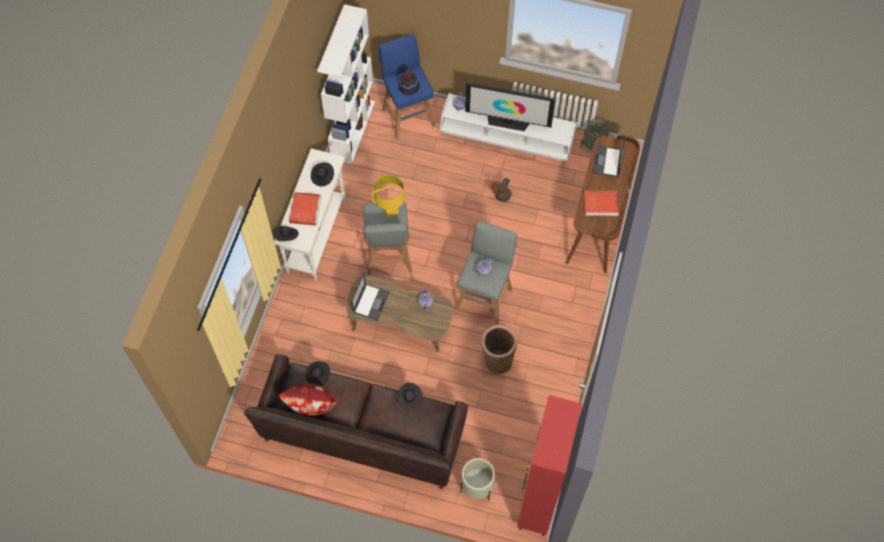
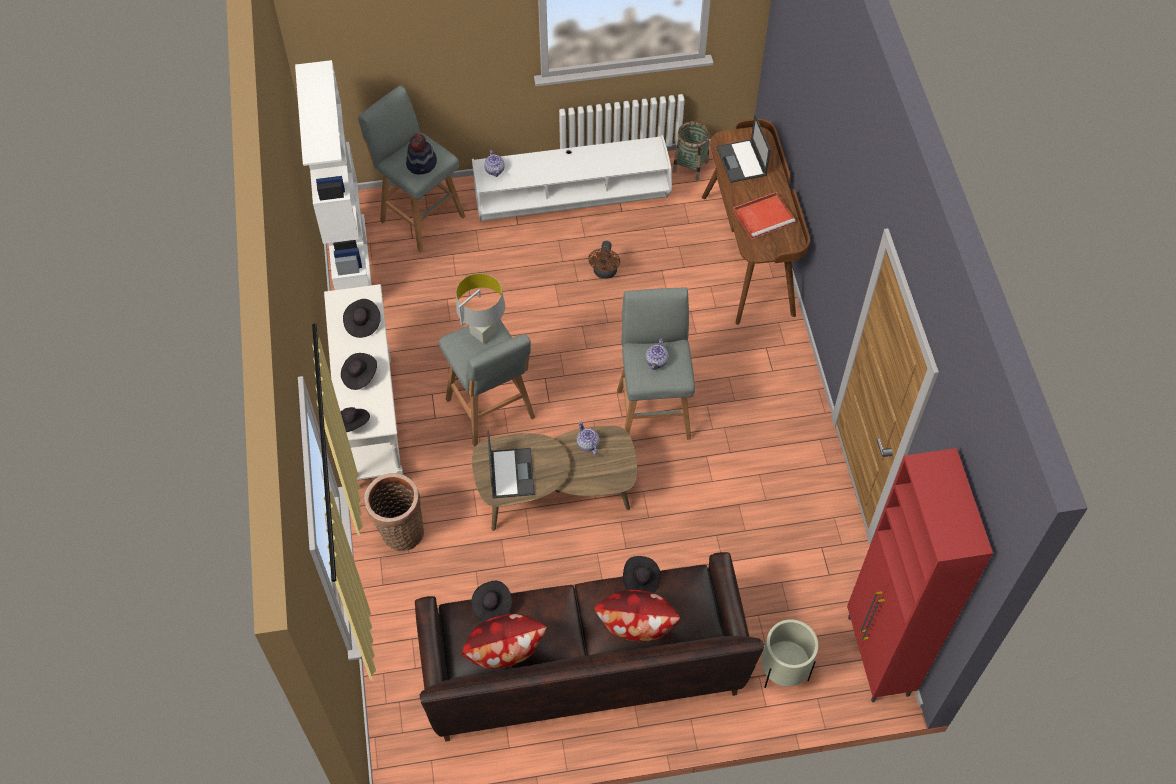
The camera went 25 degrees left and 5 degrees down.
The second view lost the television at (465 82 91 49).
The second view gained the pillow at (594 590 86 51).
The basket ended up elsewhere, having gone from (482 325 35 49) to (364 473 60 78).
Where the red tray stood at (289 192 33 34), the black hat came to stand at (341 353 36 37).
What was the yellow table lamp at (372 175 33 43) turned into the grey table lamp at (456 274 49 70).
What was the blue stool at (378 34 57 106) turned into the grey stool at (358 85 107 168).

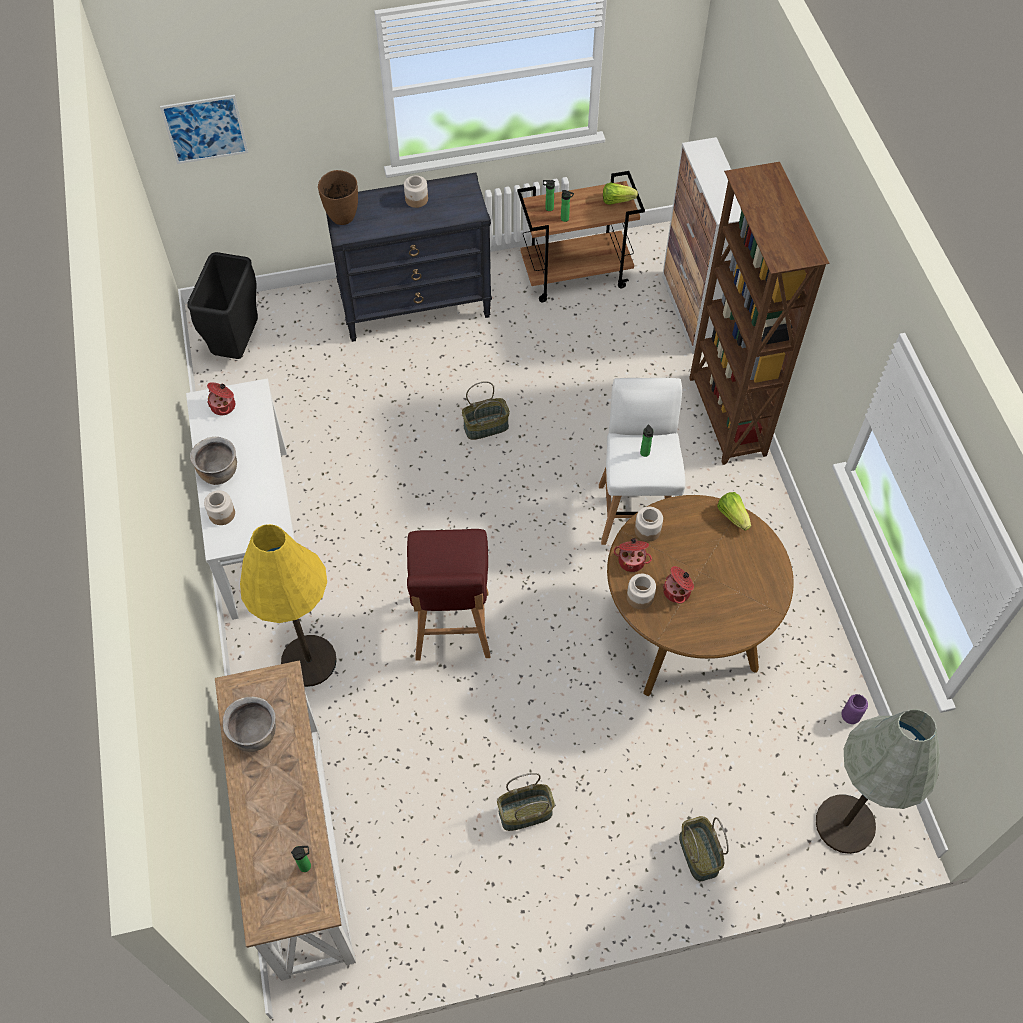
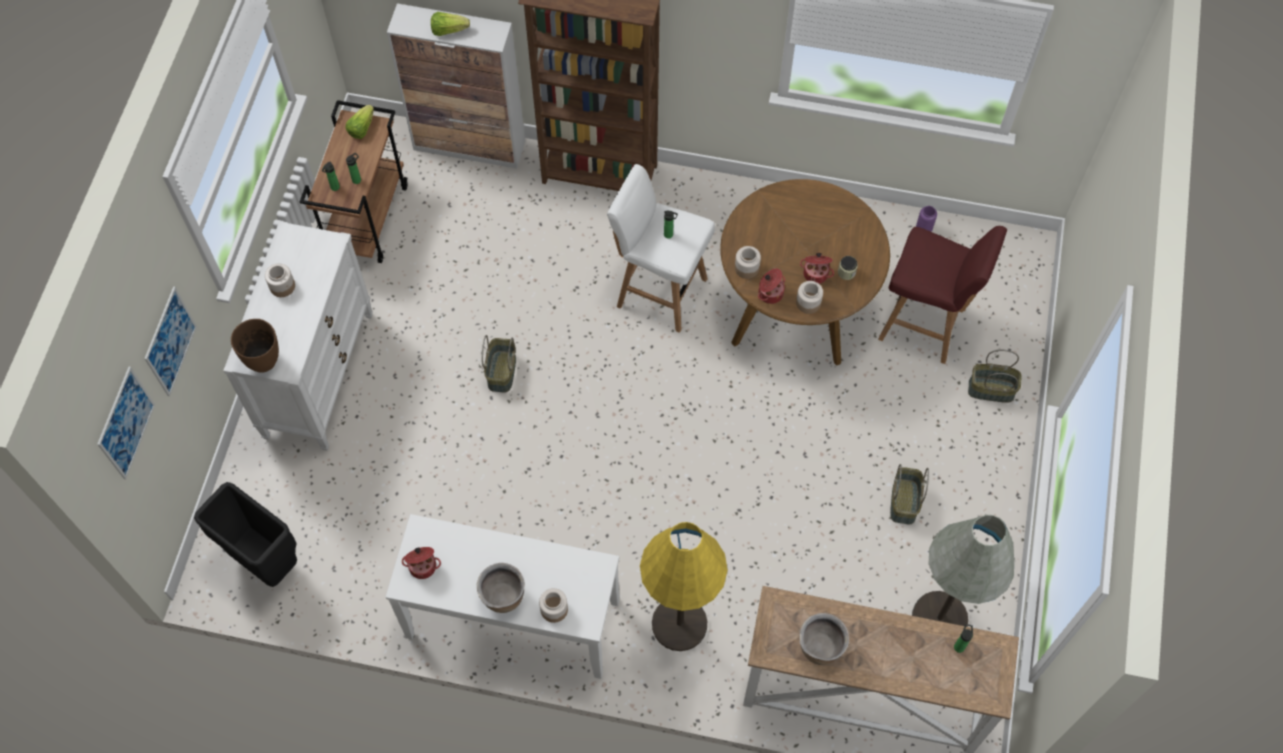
The camera went 65 degrees left and 5 degrees up.
The second view gained the picture at (144 286 53 110).
The second view gained the jar at (838 256 20 24).
The red stool ended up elsewhere, having gone from (407 529 83 132) to (878 226 129 138).
The lettuce ended up elsewhere, having gone from (717 492 34 39) to (431 12 39 24).
The grey floor lamp ended up elsewhere, having gone from (816 709 124 145) to (912 515 102 112).
What was the black dresser at (326 173 166 169) turned into the white dresser at (223 221 150 230).

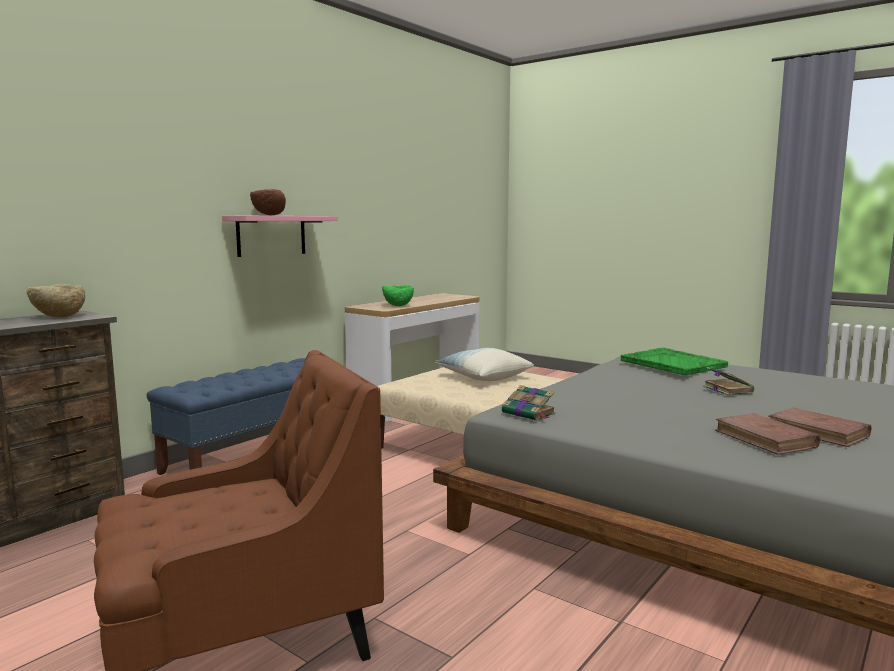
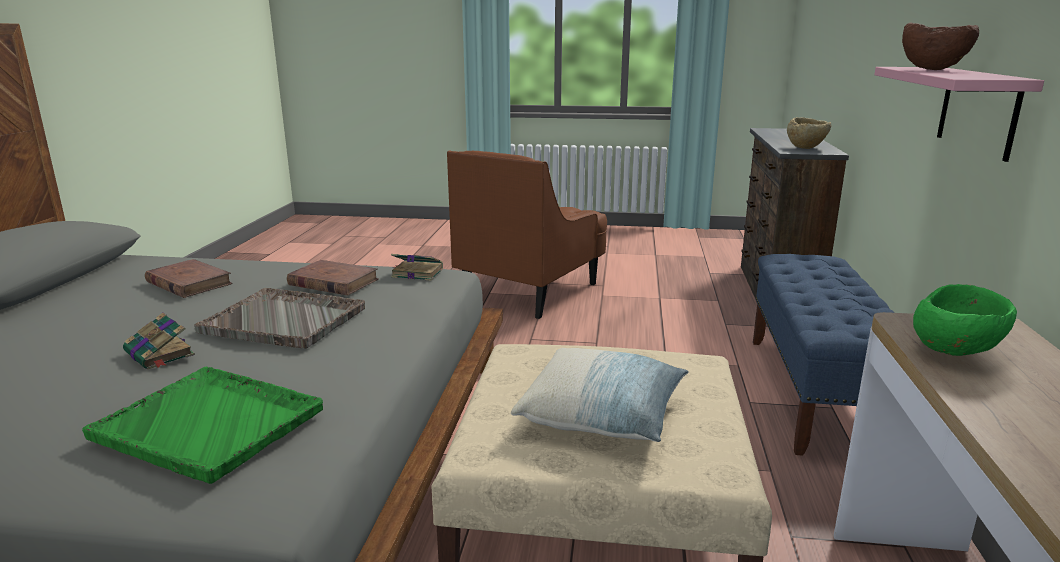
The camera went 150 degrees right and 10 degrees up.
The second view gained the grey tray at (194 288 171 61).
The brown book ended up elsewhere, having gone from (769 407 102 40) to (287 260 92 36).

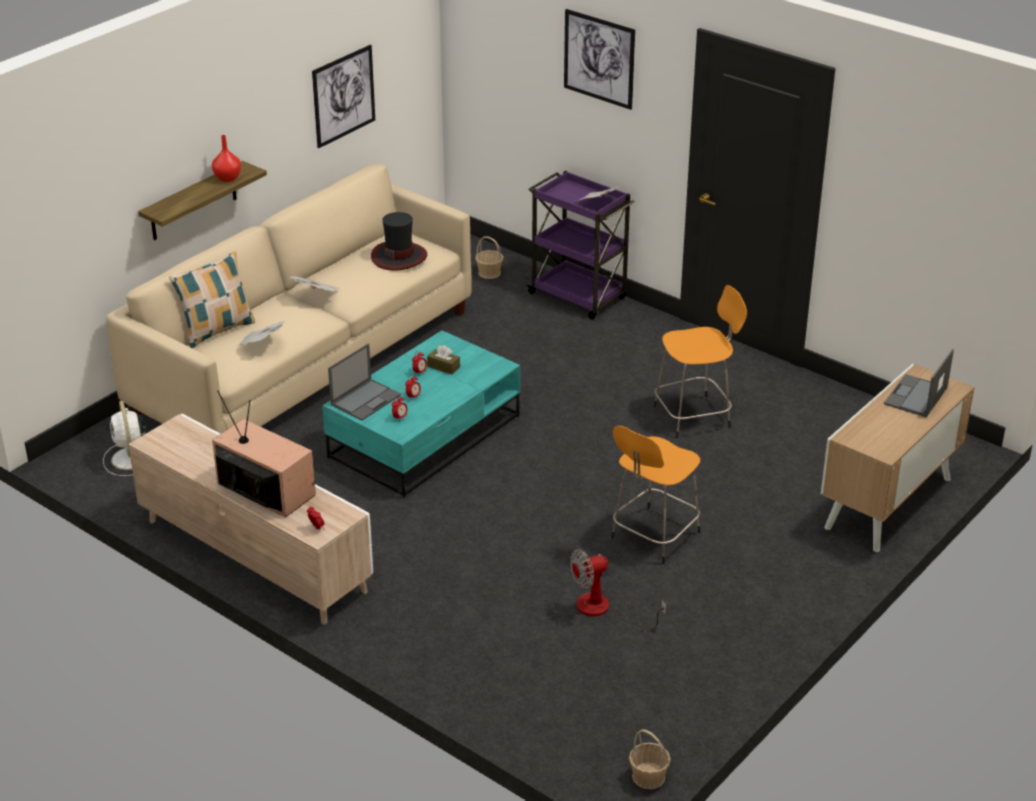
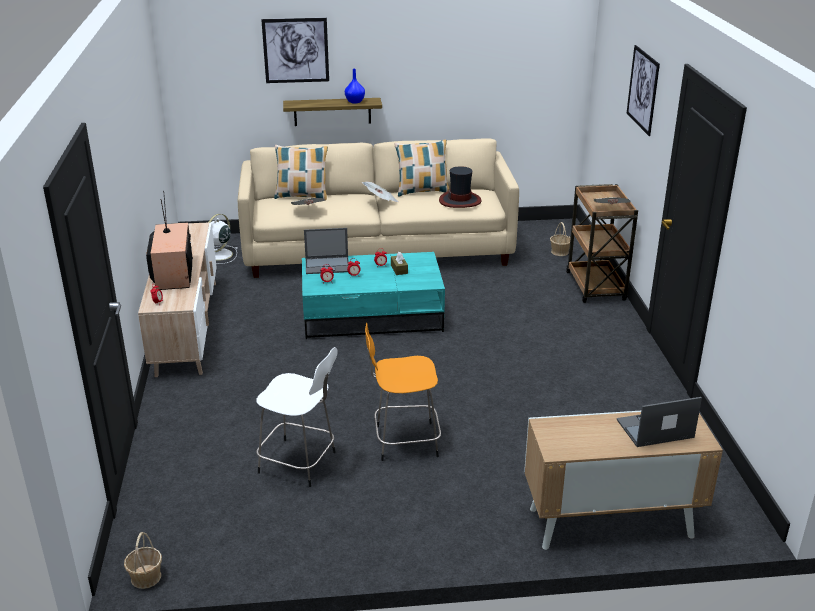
The camera went 45 degrees right and 5 degrees down.
The second view lost the orange stool at (653 285 94 153).
The second view gained the pillow at (394 140 55 57).
The picture ended up elsewhere, having gone from (312 45 63 103) to (261 18 68 65).
Where the fan stood at (570 549 96 82), the white stool came to stand at (256 347 82 140).
What was the red vase at (212 135 29 47) turned into the blue vase at (345 69 20 35).
What was the purple cart at (526 171 109 148) turned into the brown cart at (566 184 72 119).

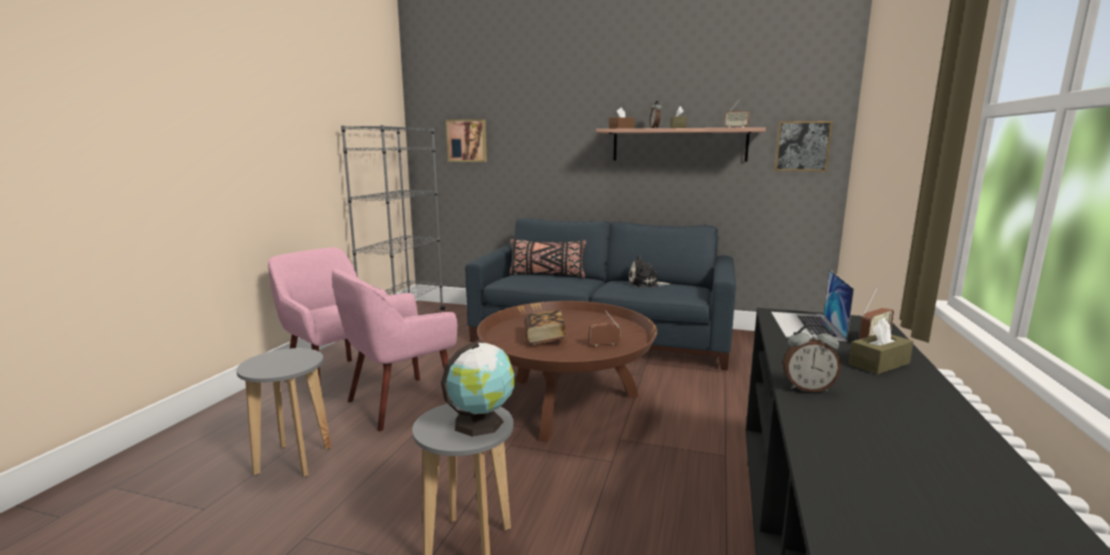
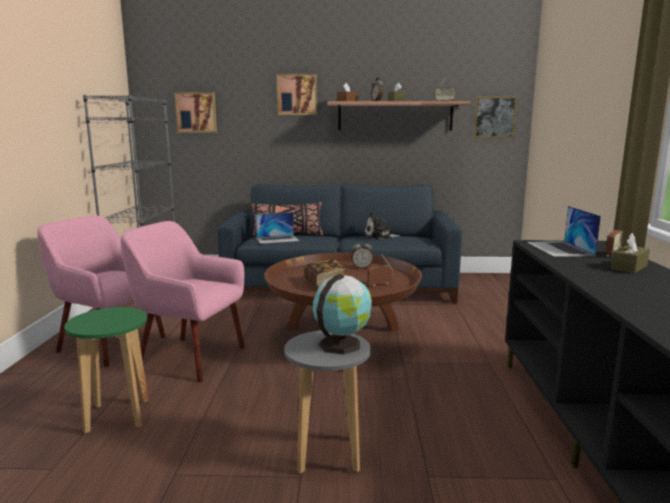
The camera went 15 degrees left and 0 degrees up.
The second view gained the laptop at (255 212 45 32).
The second view gained the picture at (277 74 40 41).
The alarm clock ended up elsewhere, having gone from (783 323 58 69) to (351 240 22 29).
What was the grey stool at (236 348 95 129) turned into the green stool at (64 307 85 127).
The pink armchair at (332 269 125 162) ended up facing another way, 75 degrees clockwise from before.

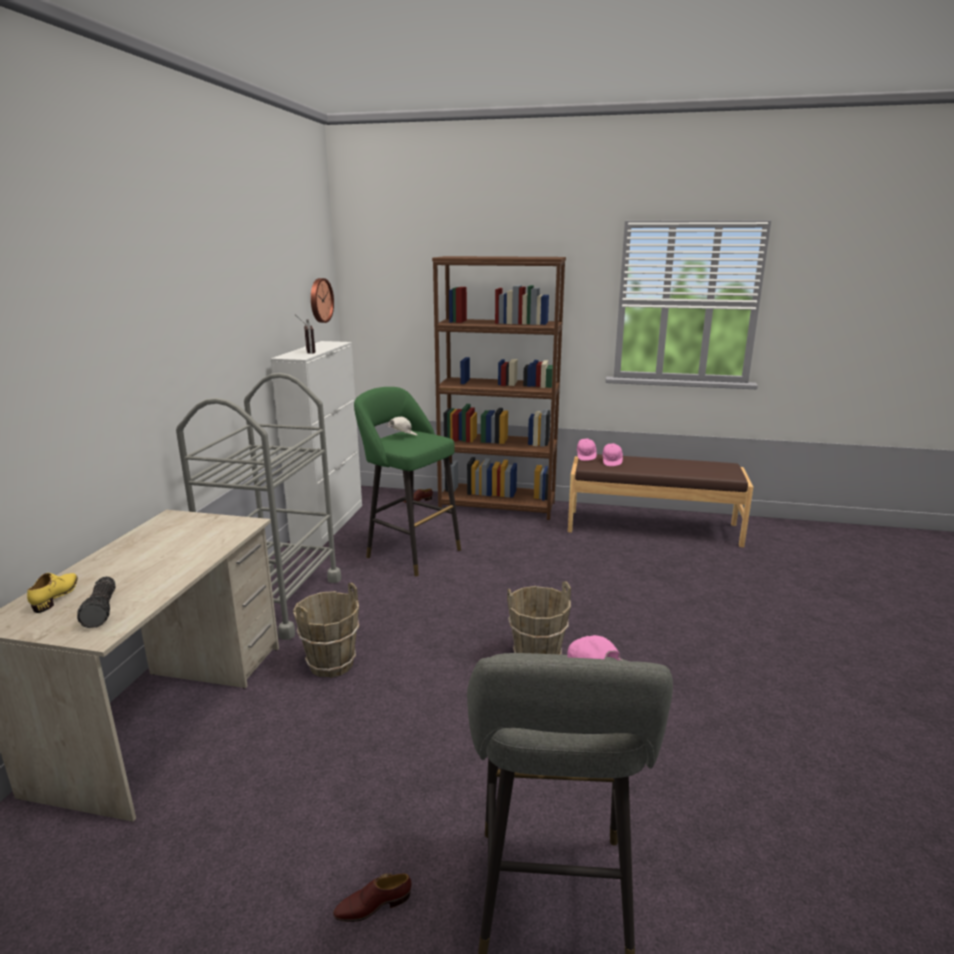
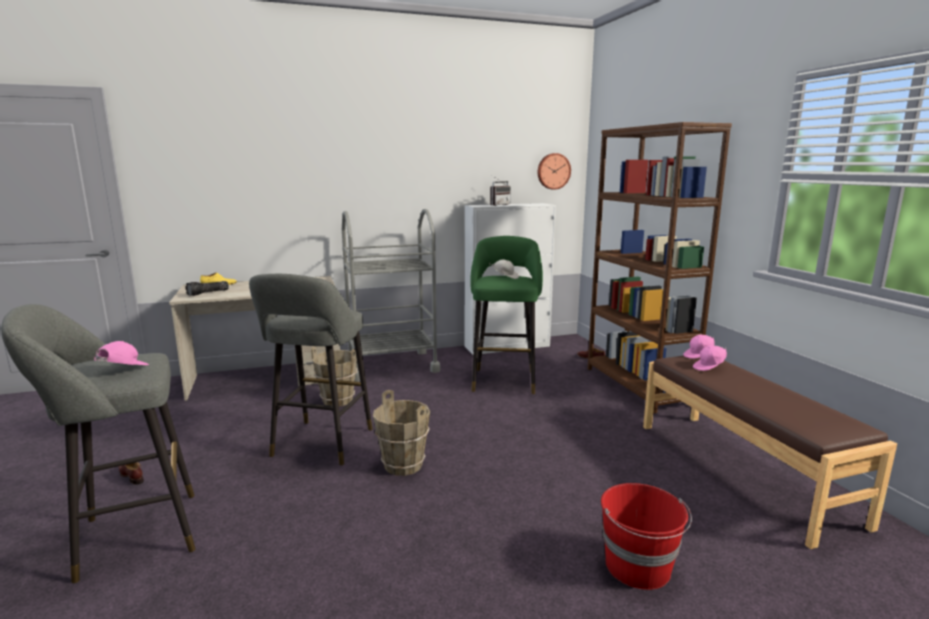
The camera went 60 degrees right and 5 degrees down.
The second view gained the grey stool at (249 274 124 191).
The second view gained the red bucket at (601 483 91 107).

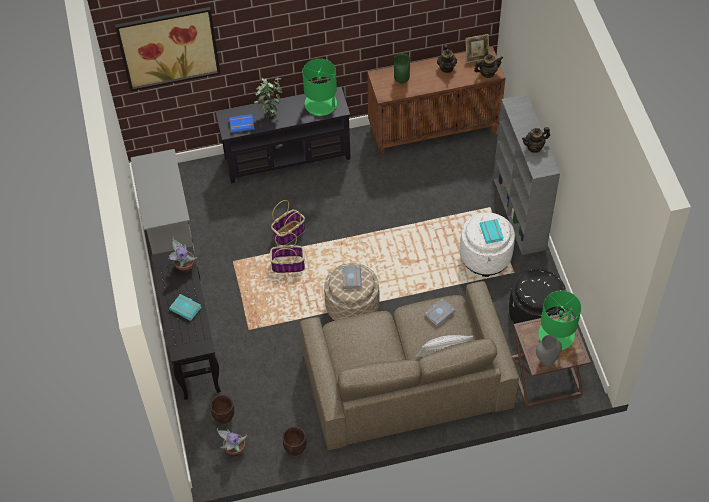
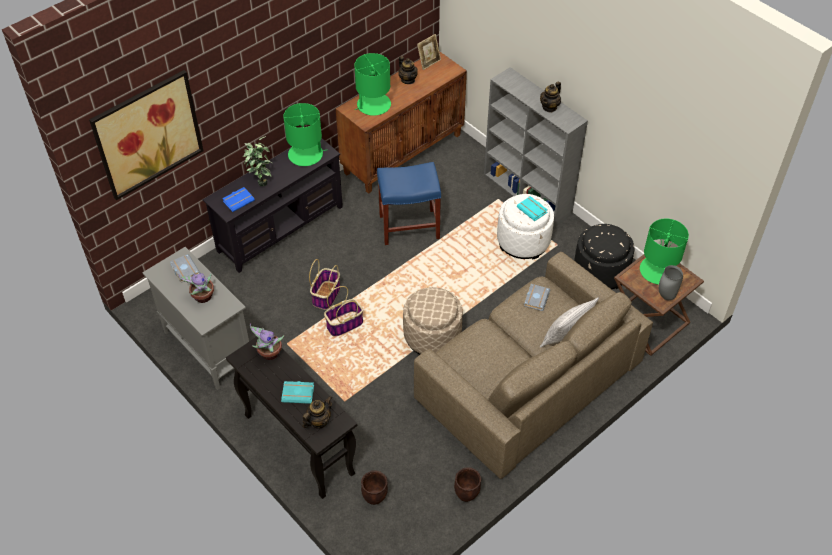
The camera went 30 degrees left and 5 degrees down.
The second view gained the blue stool at (377 162 64 83).
The potted plant ended up elsewhere, having gone from (217 428 30 28) to (179 273 35 30).
The grey book ended up elsewhere, having gone from (342 265 20 24) to (170 254 30 29).
The teapot ended up elsewhere, having gone from (474 54 29 24) to (302 396 30 33).
Where the green vase stood at (394 53 16 31), the green table lamp came to stand at (354 53 37 63).

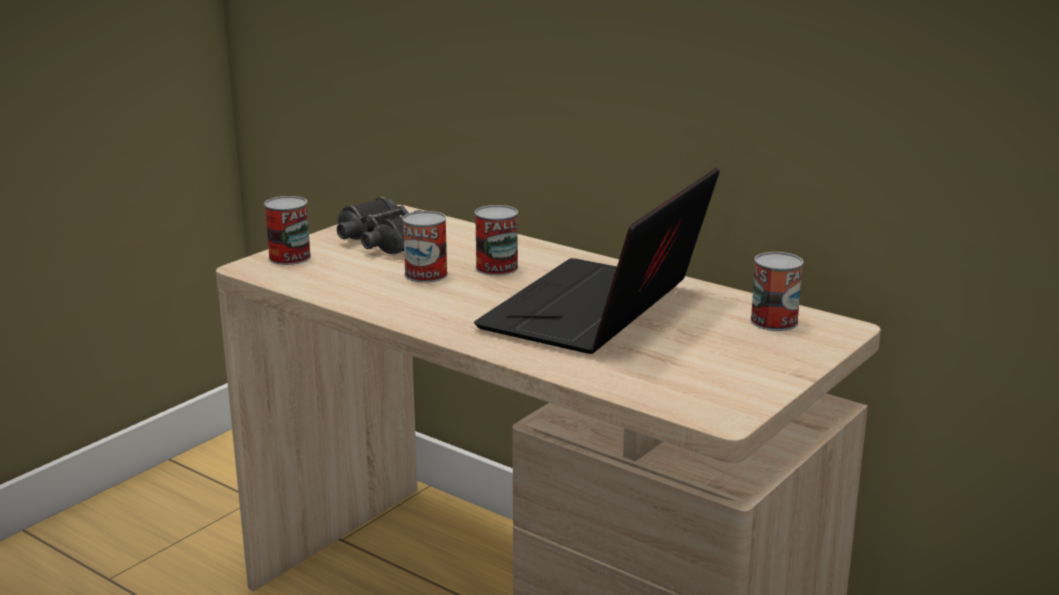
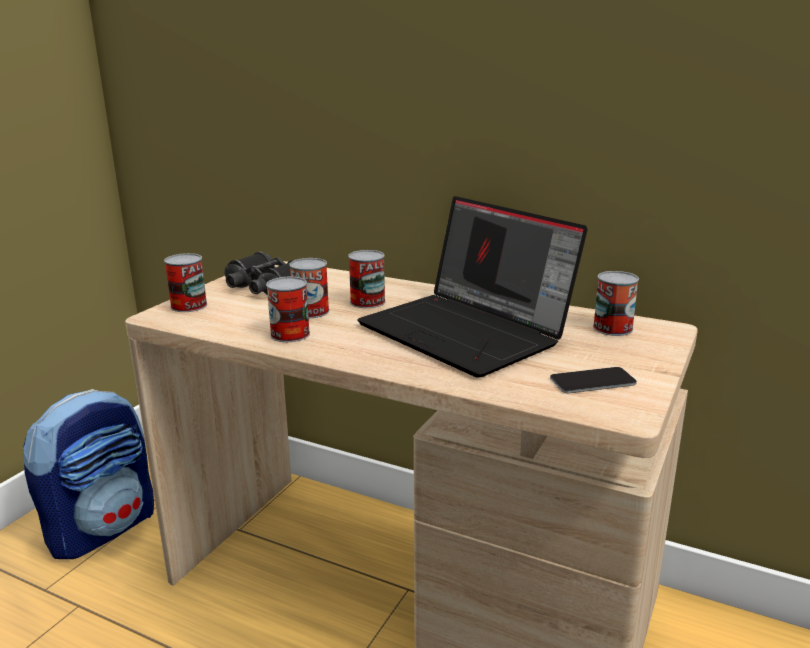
The camera went 10 degrees left and 0 degrees up.
The second view gained the backpack at (23 389 131 170).
The second view gained the can at (266 277 44 65).
The second view gained the phone at (550 367 87 26).
The laptop at (474 168 246 186) ended up facing another way, 60 degrees counterclockwise from before.

